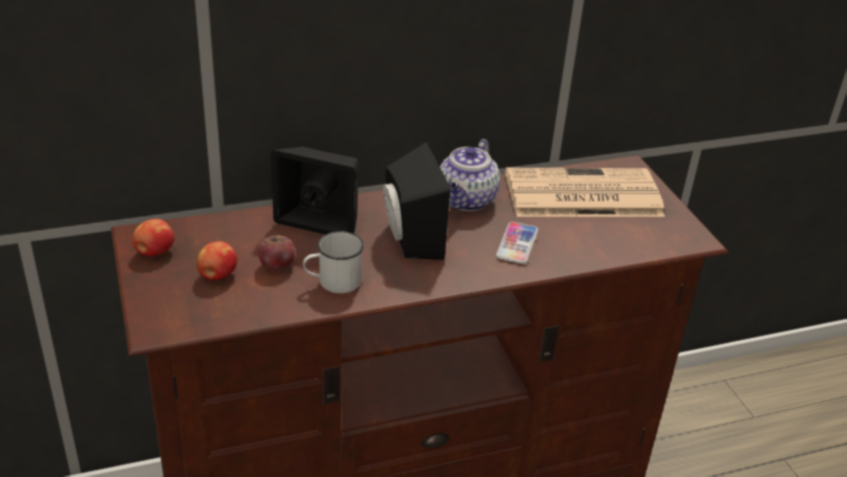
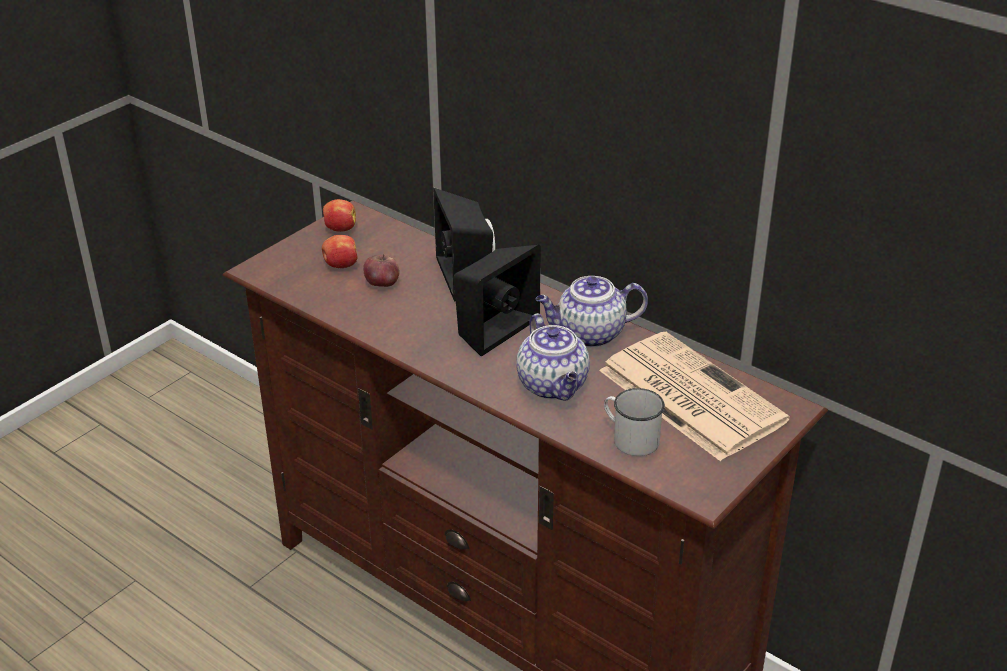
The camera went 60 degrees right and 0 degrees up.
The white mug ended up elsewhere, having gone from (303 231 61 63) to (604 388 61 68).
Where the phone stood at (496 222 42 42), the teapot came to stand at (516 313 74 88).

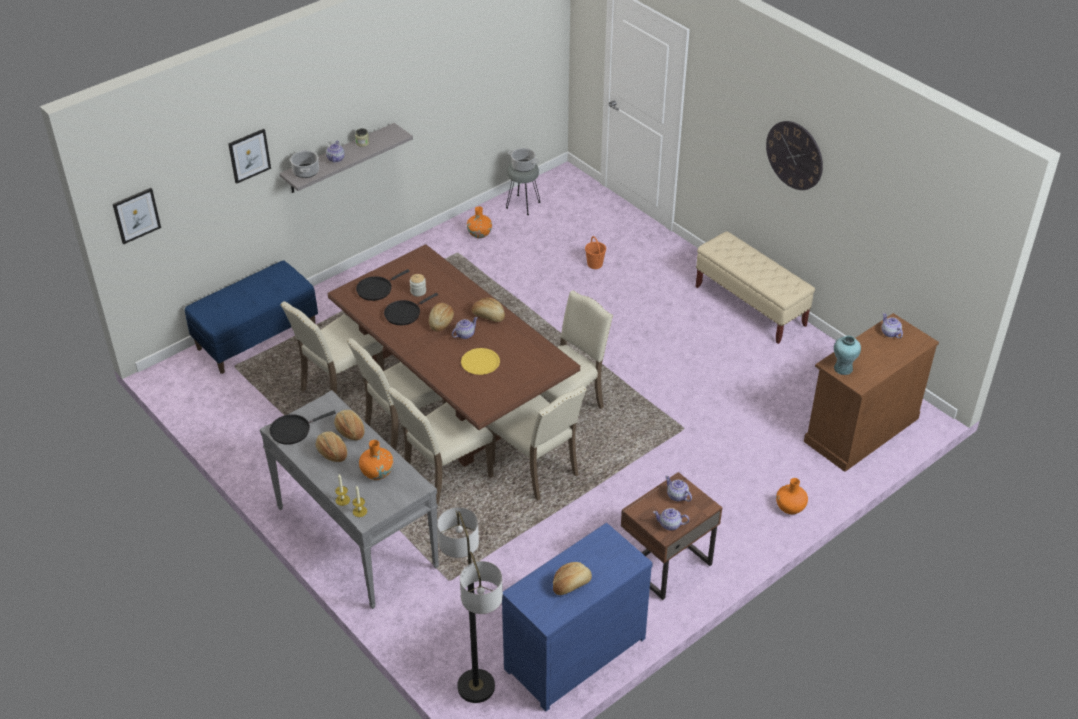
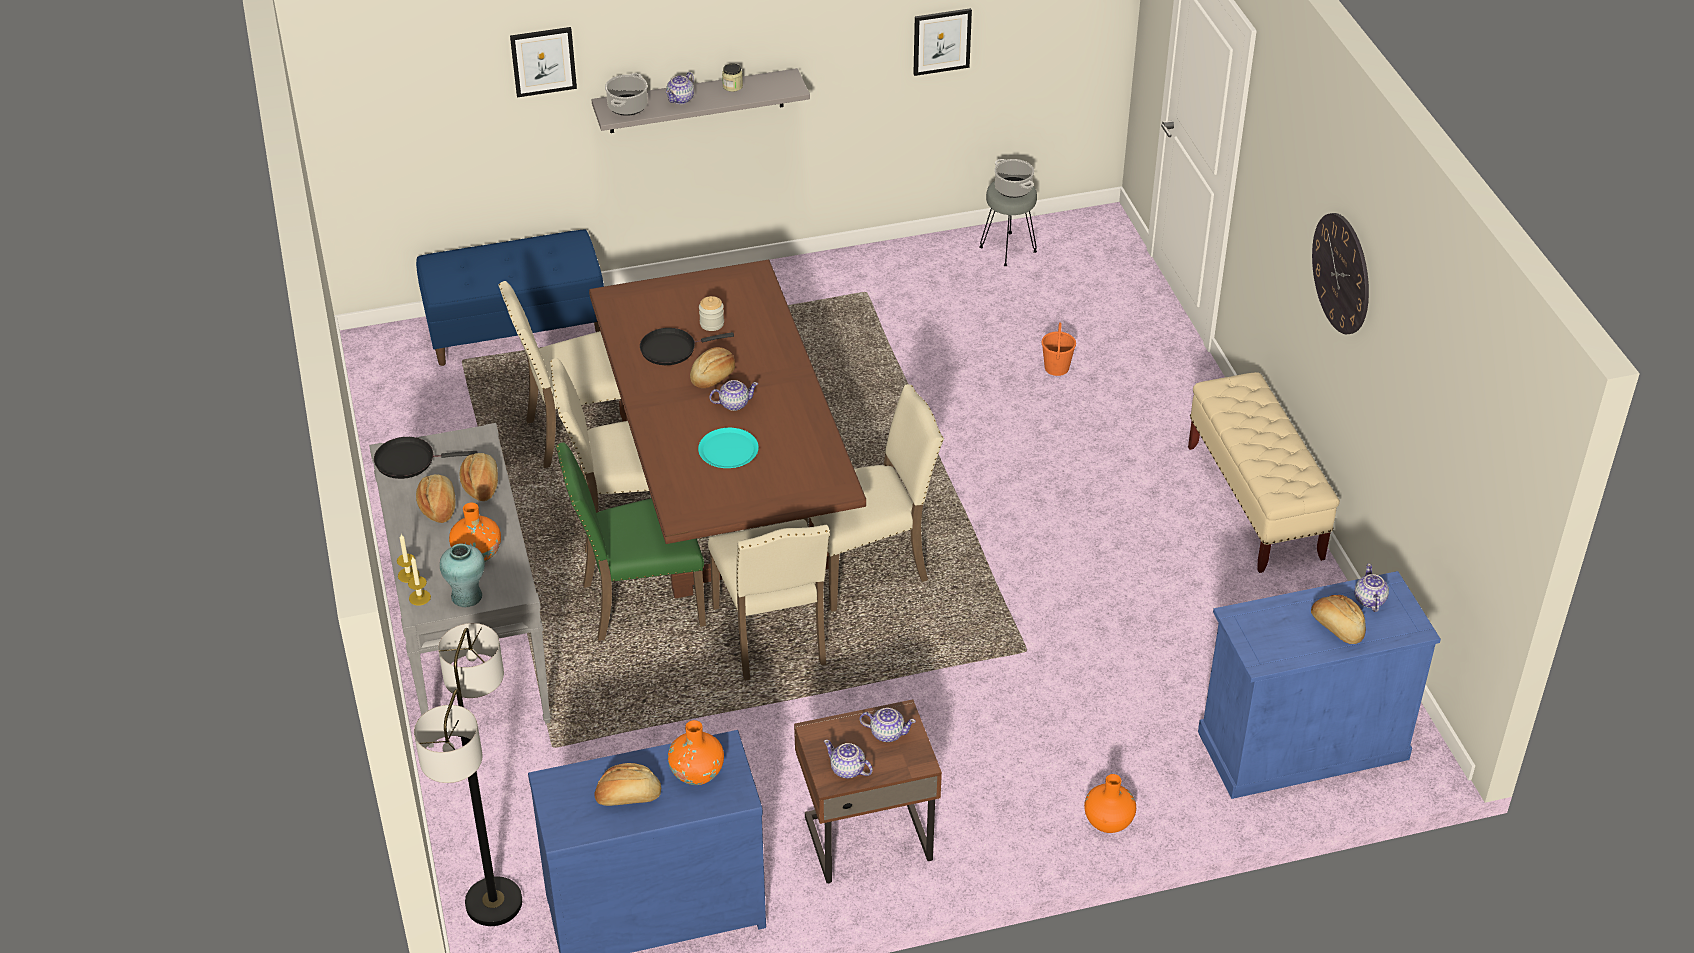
The camera went 25 degrees right and 0 degrees up.
The second view lost the black frying pan at (356 269 54 32).
The picture ended up elsewhere, having gone from (113 188 48 56) to (913 8 59 68).
The orange vase ended up elsewhere, having gone from (467 206 25 32) to (668 720 56 65).
The bread ended up elsewhere, having gone from (472 297 33 25) to (1311 595 55 49).
The turquoise vase ended up elsewhere, having gone from (834 336 27 39) to (440 543 45 64).
What was the beige chair at (387 387 107 118) turned into the green chair at (556 442 150 199).
What was the yellow plate at (461 348 39 27) turned into the turquoise plate at (698 428 61 40).
What was the brown cabinet at (804 313 135 159) turned into the blue cabinet at (1198 571 243 228).
The teapot at (665 475 27 27) ended up facing another way, 120 degrees clockwise from before.

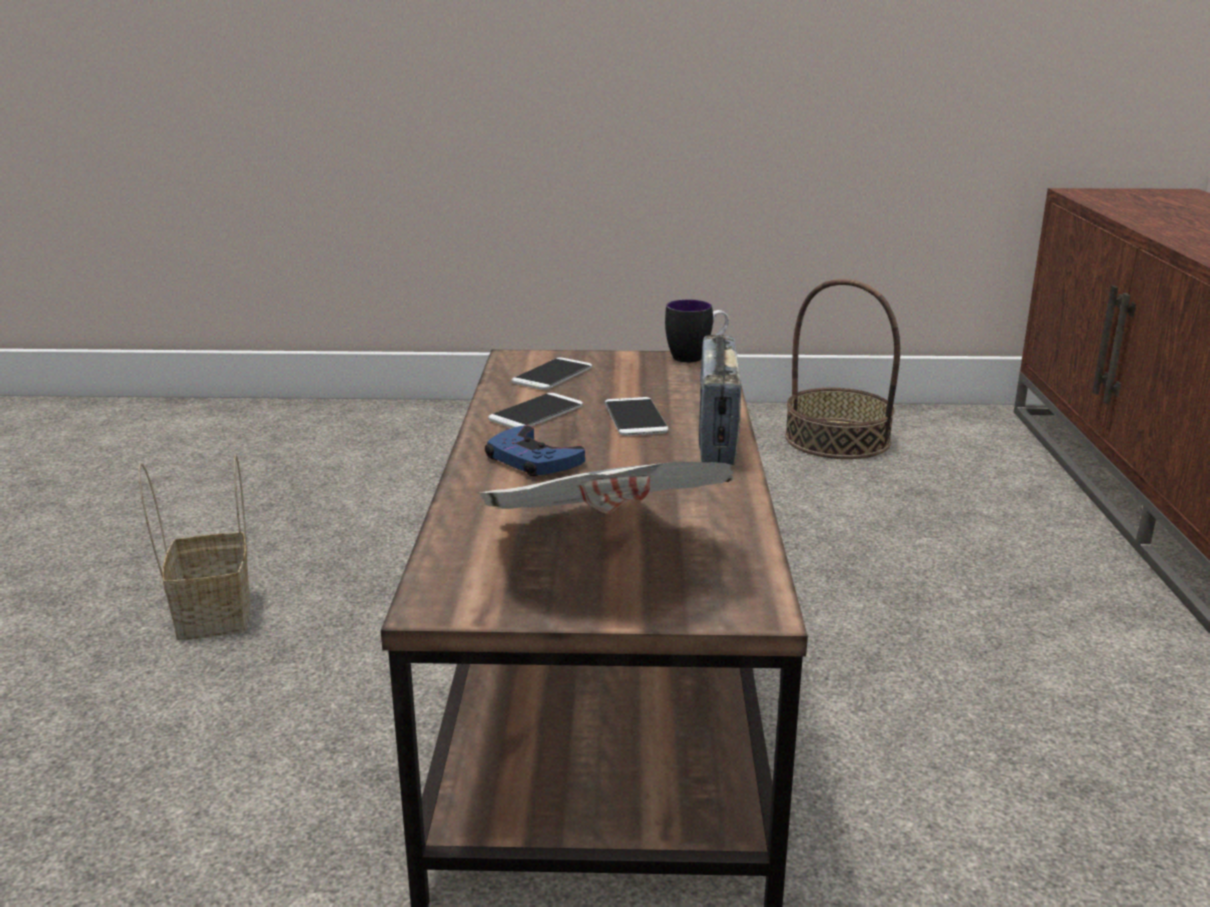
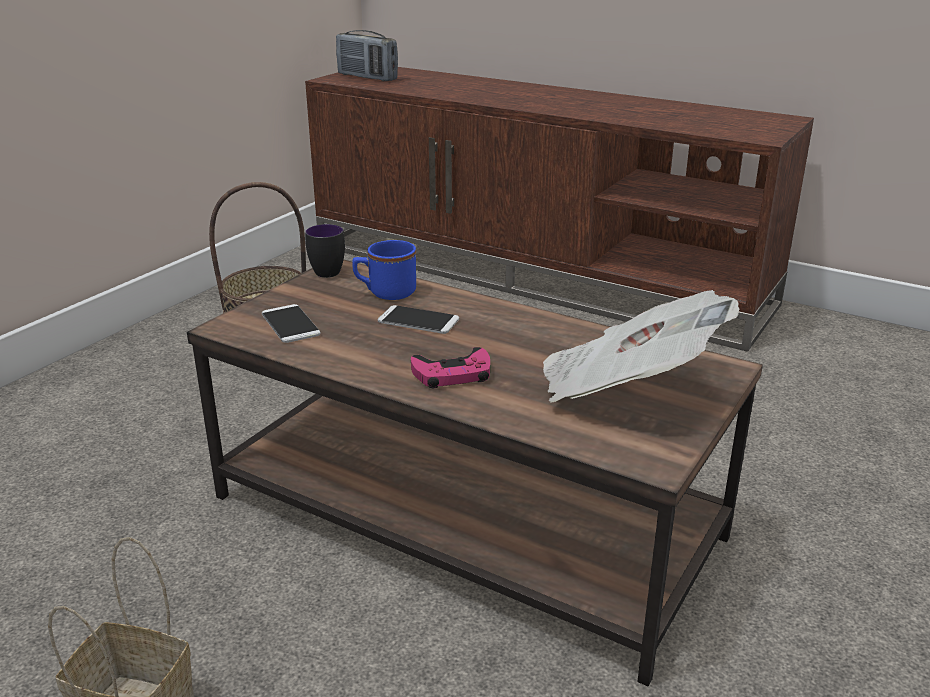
The camera went 60 degrees left and 5 degrees up.
The second view lost the phone at (488 393 95 35).
The second view gained the blue mug at (352 240 64 60).
The radio ended up elsewhere, having gone from (699 335 42 130) to (336 30 62 51).
What was the blue game controller at (485 425 100 51) turned into the pink game controller at (411 347 79 41).

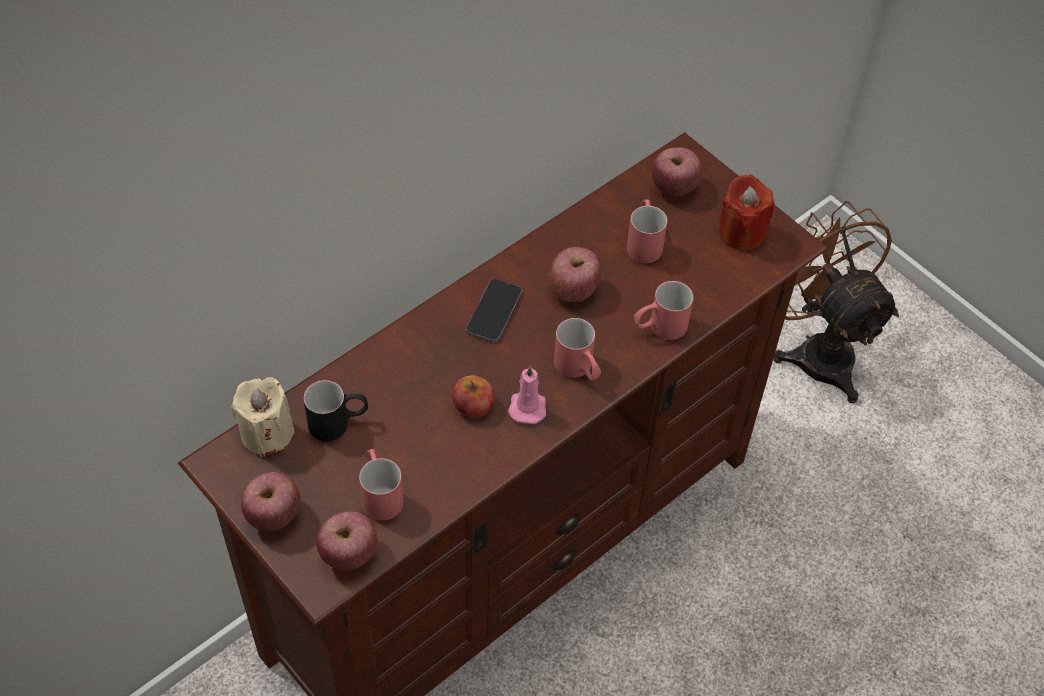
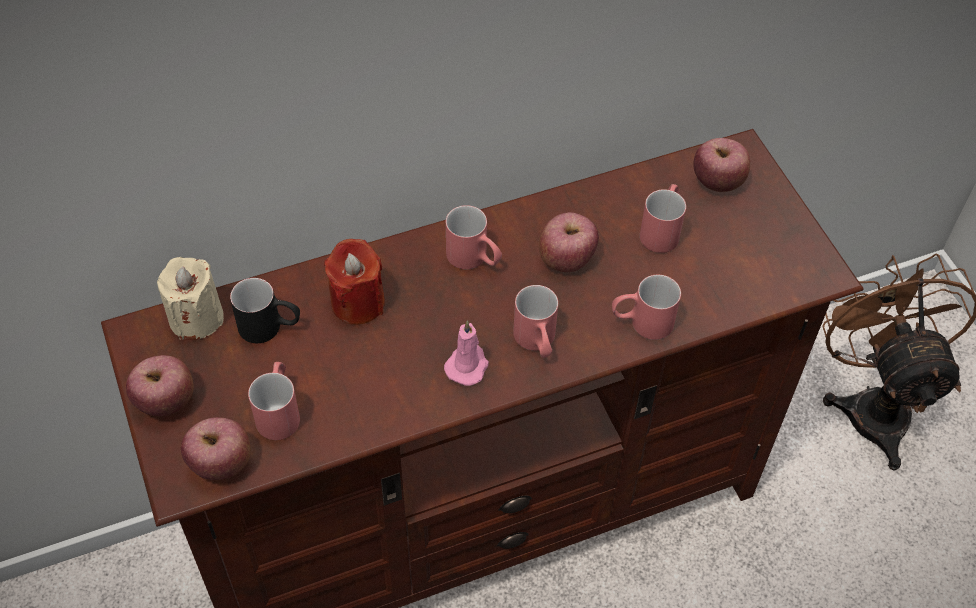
The camera went 20 degrees right and 0 degrees up.
The second view lost the apple at (453 375 42 43).
The red candle ended up elsewhere, having gone from (719 174 55 77) to (324 239 61 86).
Where the phone stood at (466 279 56 63), the red mug came to stand at (446 205 56 64).

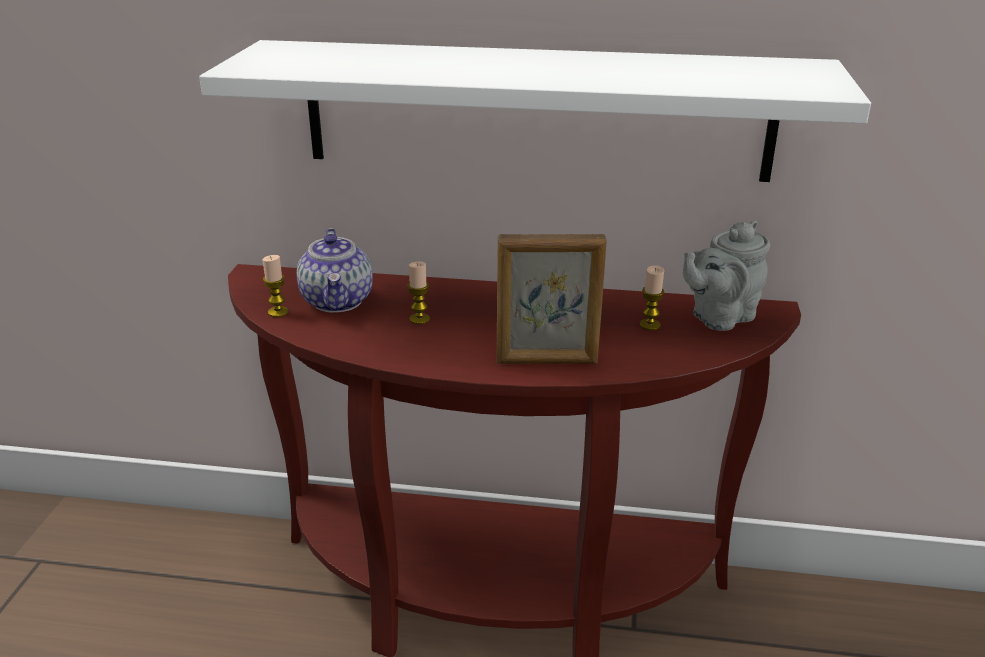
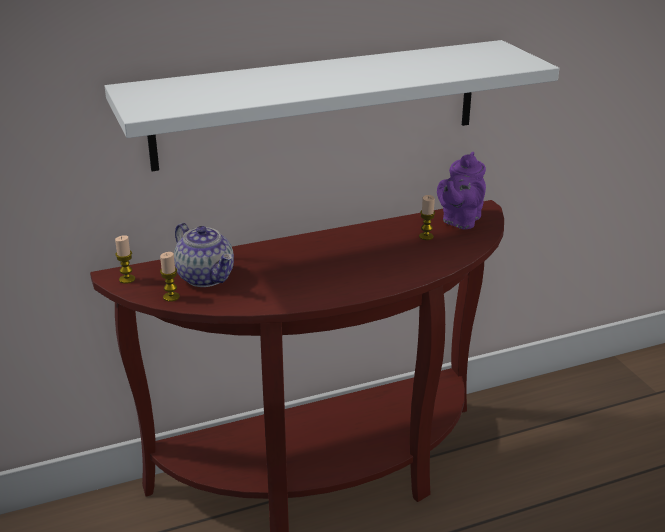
The camera went 30 degrees left and 0 degrees up.
The second view lost the picture frame at (497 234 110 130).
The candle ended up elsewhere, having gone from (407 261 23 63) to (115 235 20 49).
What was the grey teapot at (683 220 87 111) turned into the purple teapot at (437 152 49 77).

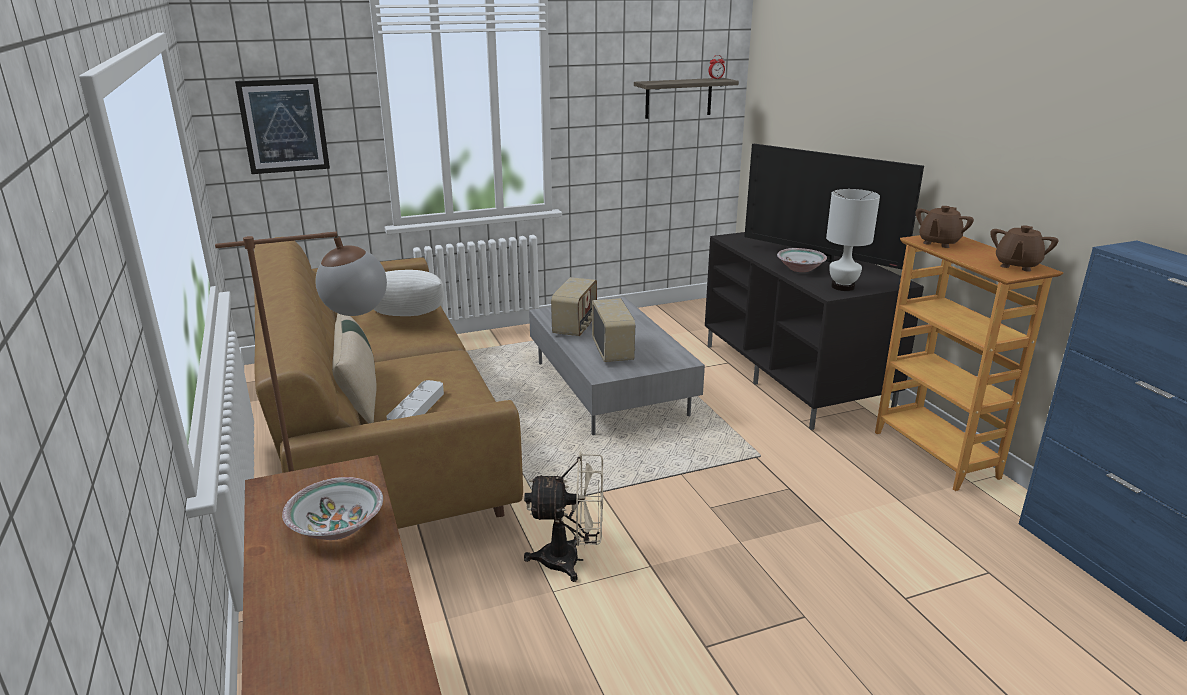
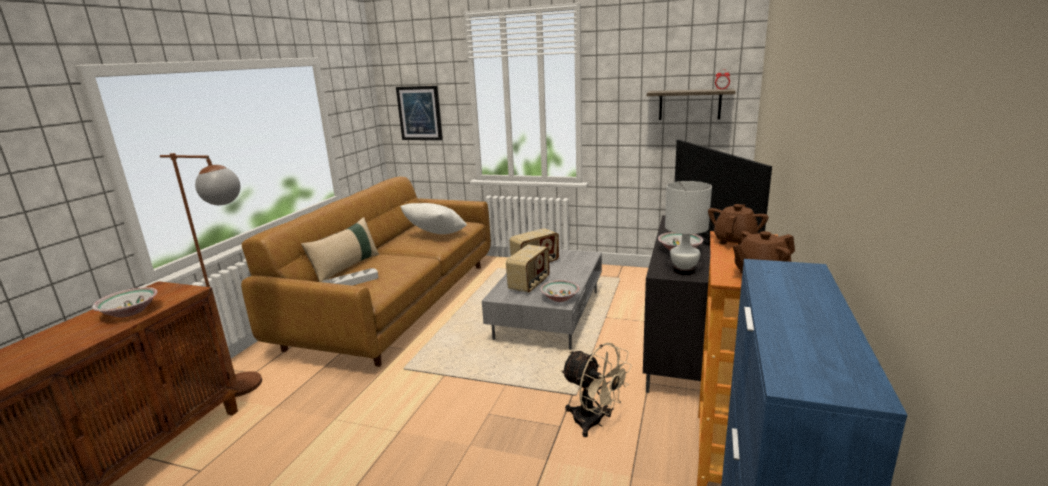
The camera went 40 degrees right and 5 degrees down.
The second view gained the bowl at (540 280 39 22).
The beige fan ended up elsewhere, having gone from (524 452 79 130) to (561 342 71 95).
The brown teapot at (915 206 59 42) ended up facing another way, 135 degrees clockwise from before.

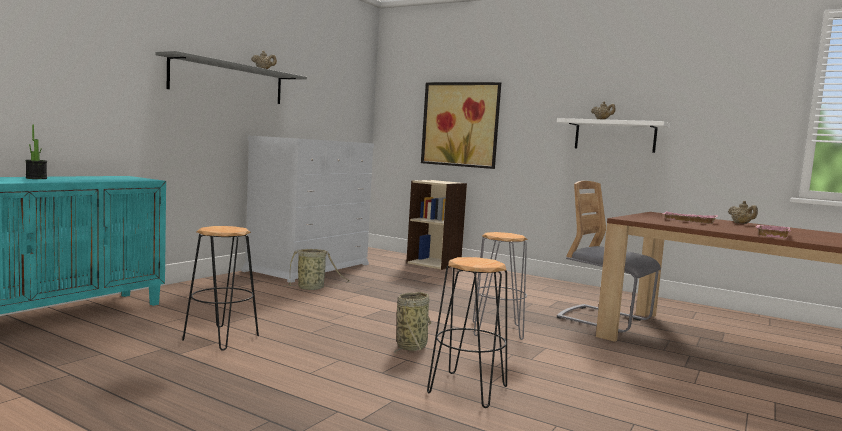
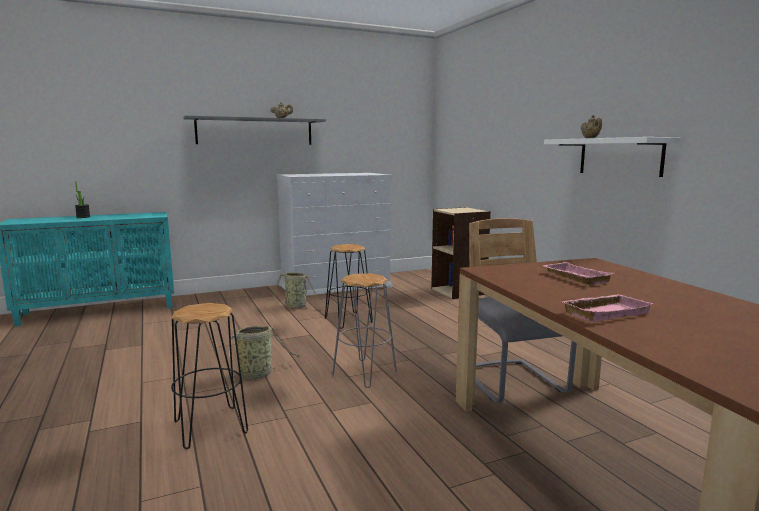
The camera went 35 degrees right and 5 degrees up.
The second view lost the picture at (421 82 80 87).
The second view lost the beige teapot at (728 201 30 23).
The black stool ended up elsewhere, having gone from (182 226 77 125) to (325 244 48 85).

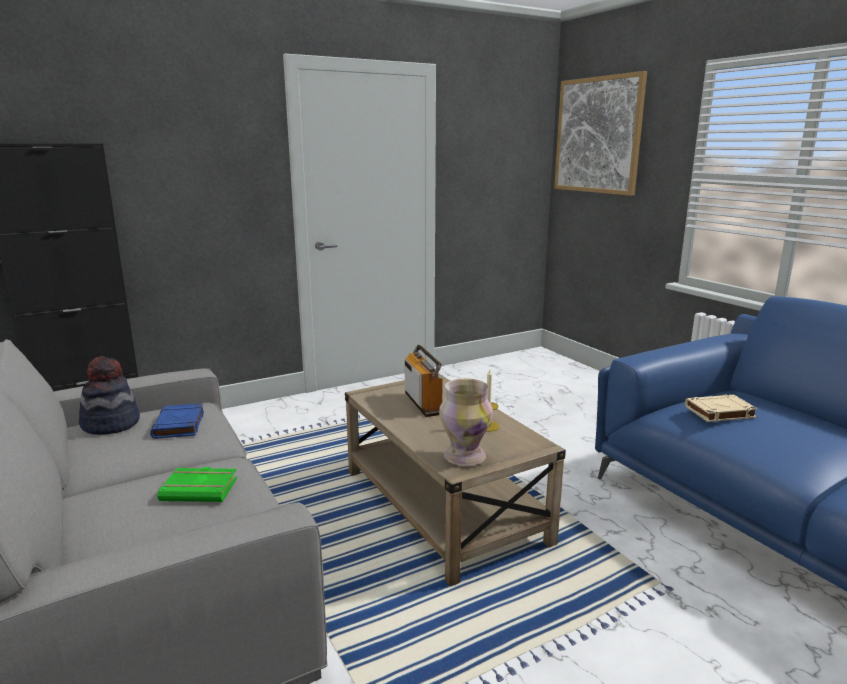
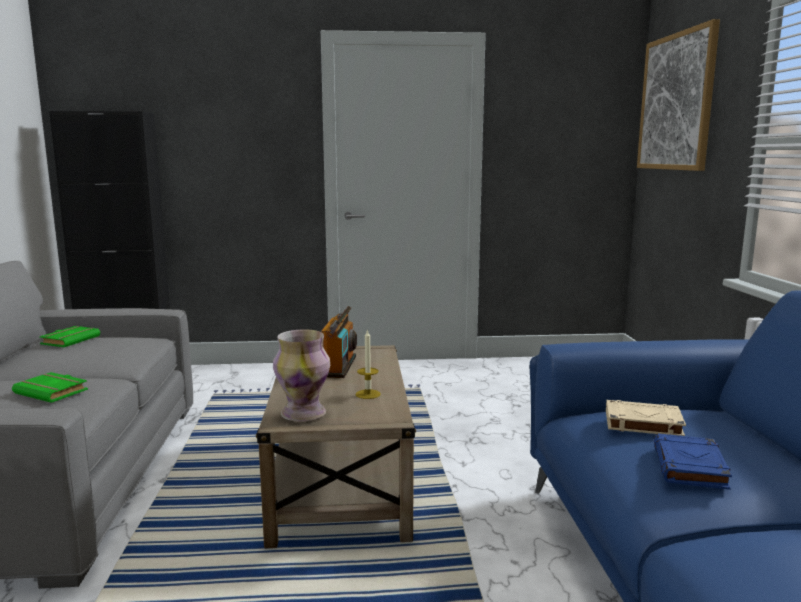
The camera went 25 degrees right and 5 degrees down.
The blue book ended up elsewhere, having gone from (150 403 54 36) to (654 434 78 56).
Where the hat stood at (79 356 61 79), the green book came to stand at (39 326 61 21).

